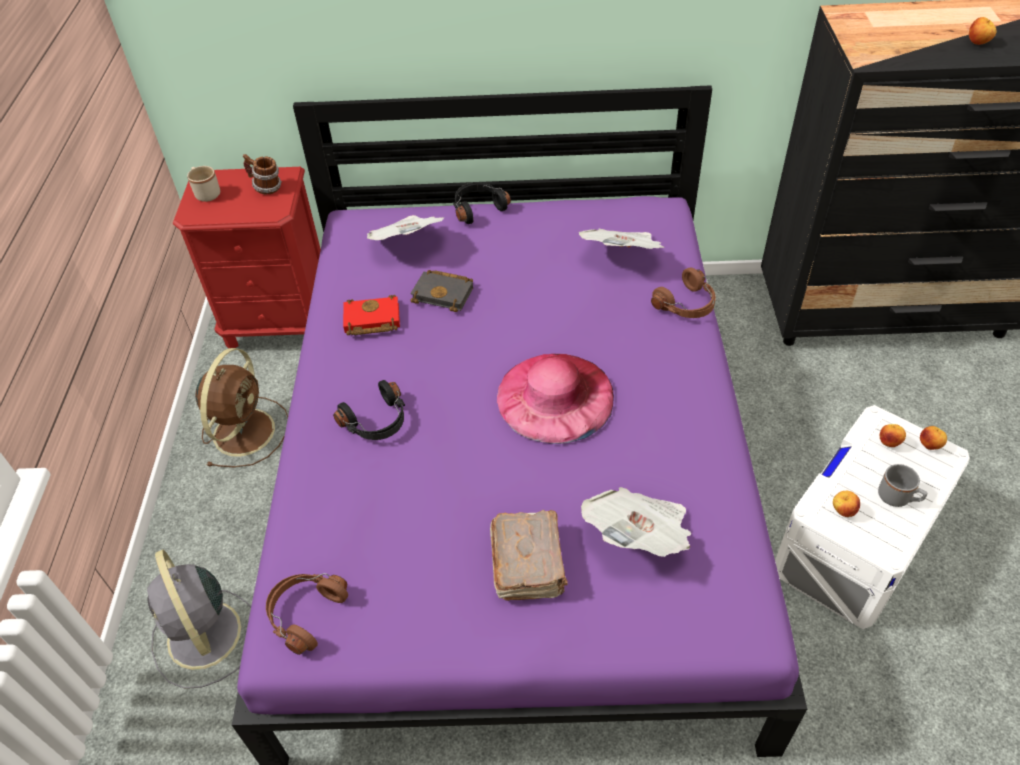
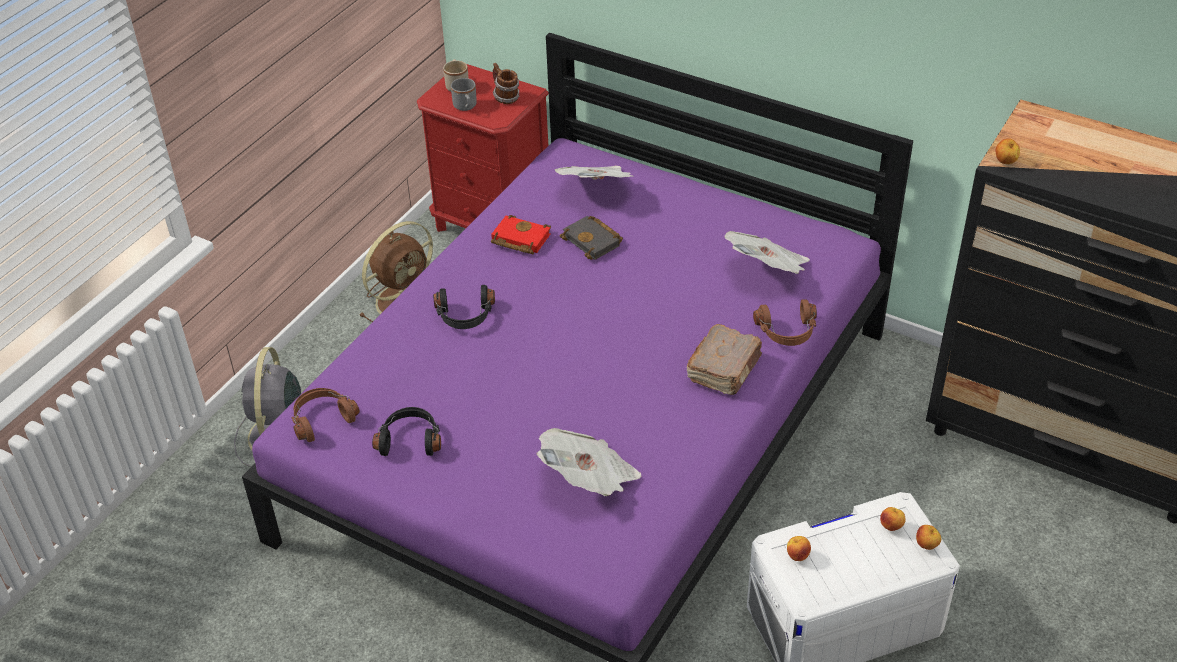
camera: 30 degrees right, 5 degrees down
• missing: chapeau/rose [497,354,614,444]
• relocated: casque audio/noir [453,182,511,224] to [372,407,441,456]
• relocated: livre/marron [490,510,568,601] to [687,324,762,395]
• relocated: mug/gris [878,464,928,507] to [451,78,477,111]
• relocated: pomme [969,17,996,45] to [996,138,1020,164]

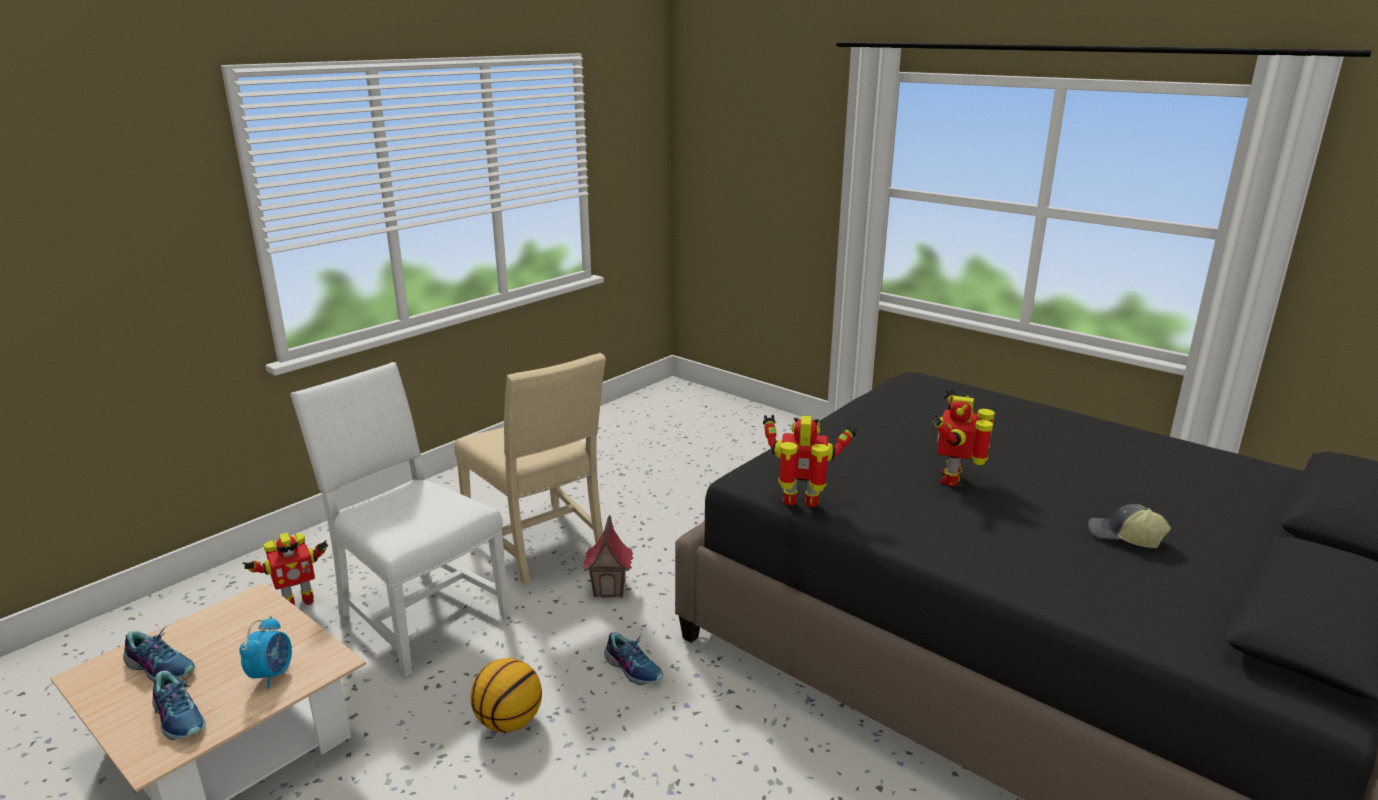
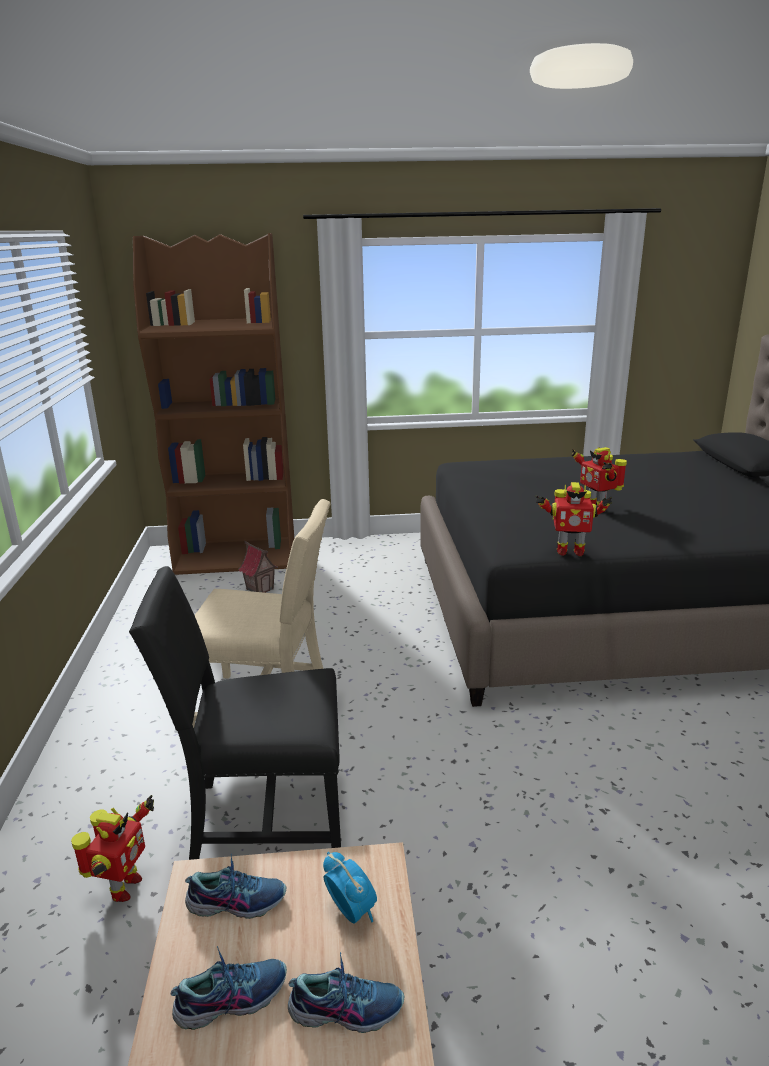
camera: 45 degrees left, 0 degrees up
• missing: ballon de basket [470,658,542,733]
• missing: casquette [1088,504,1171,548]
• appeared: bibliothèque/marron [133,233,294,575]
• relocated: maison miniature [583,514,633,597] to [238,541,278,593]
• relocated: chaussure [604,632,663,685] to [185,854,286,919]
• colour: chaise/blanc [290,362,510,676] to chaise/noir [129,566,341,860]
• spun: robot jouet [763,415,858,507] = [535,482,612,556] 135 degrees counterclockwise

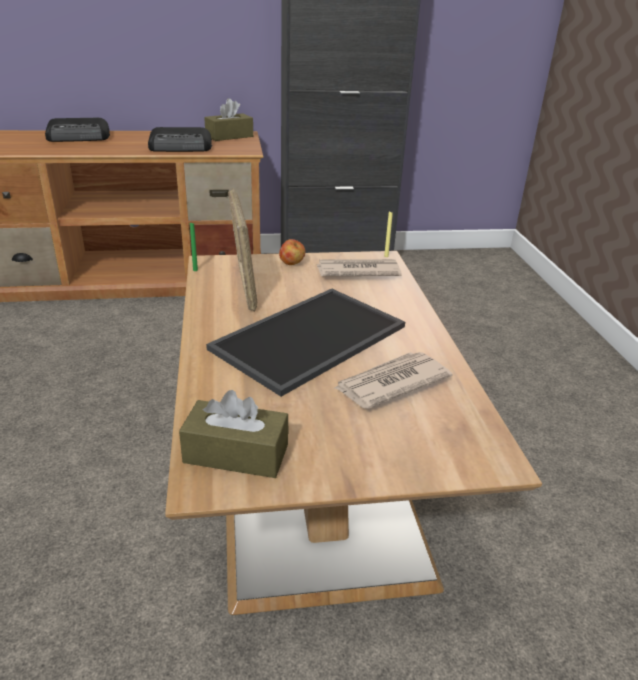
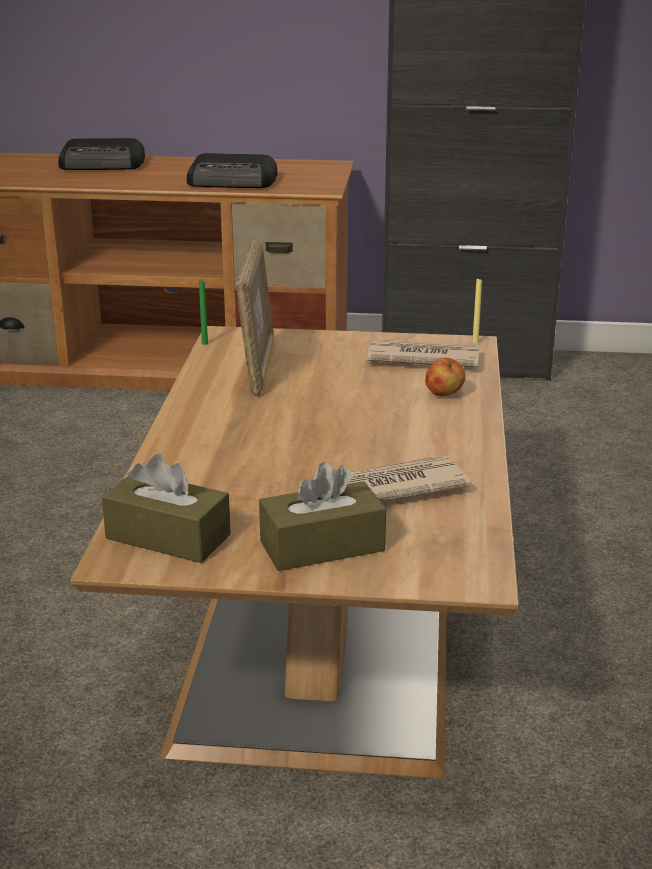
camera: 15 degrees right, 5 degrees down
• missing: plateau [206,289,405,397]
• relocated: boîte à mouchoirs/marron [204,98,253,141] to [259,462,386,571]
• relocated: pomme [279,239,305,265] to [425,357,465,396]

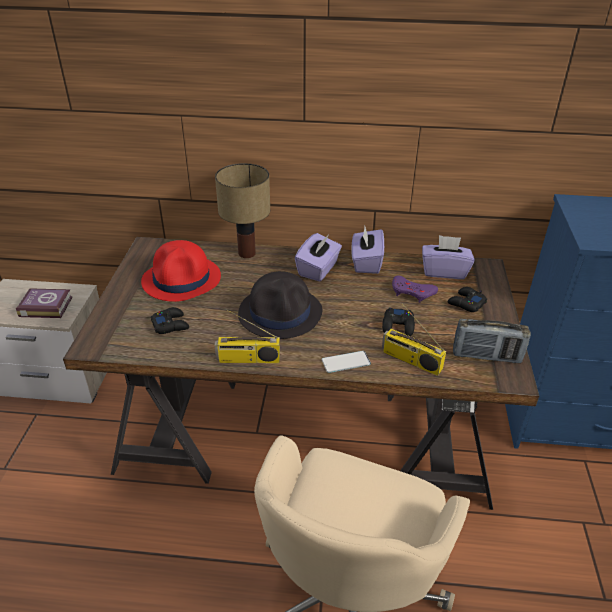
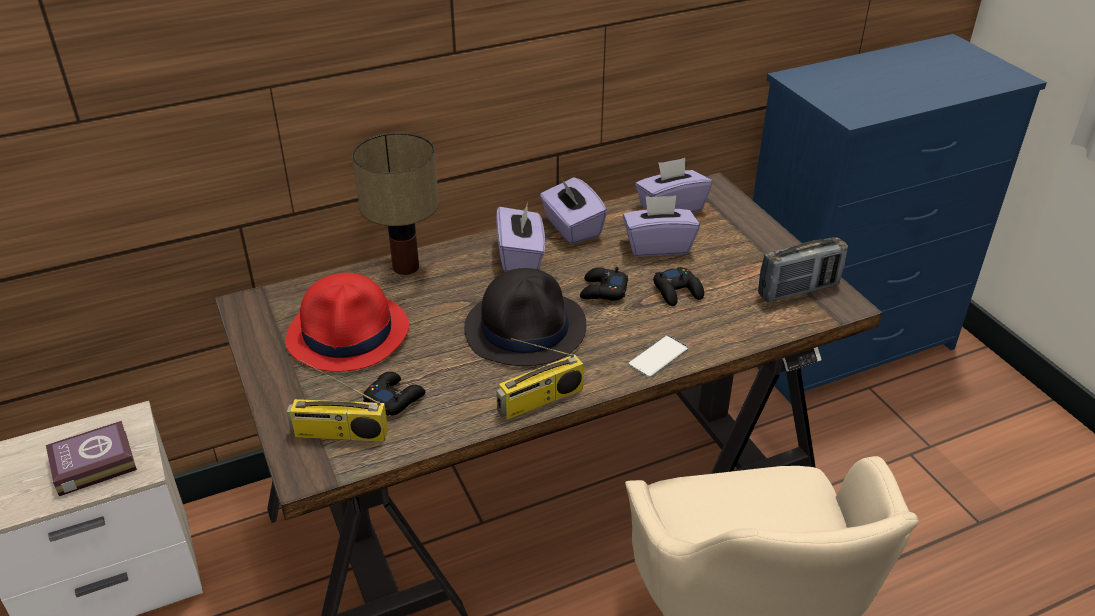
camera: 30 degrees left, 0 degrees up
• relocated: radio [382,304,446,376] to [287,359,388,441]
• relocated: manette/noir [448,287,487,312] to [580,267,628,301]
• exchanged: manette/violet [392,275,438,303] to boîte à mouchoirs/violet [623,196,700,257]

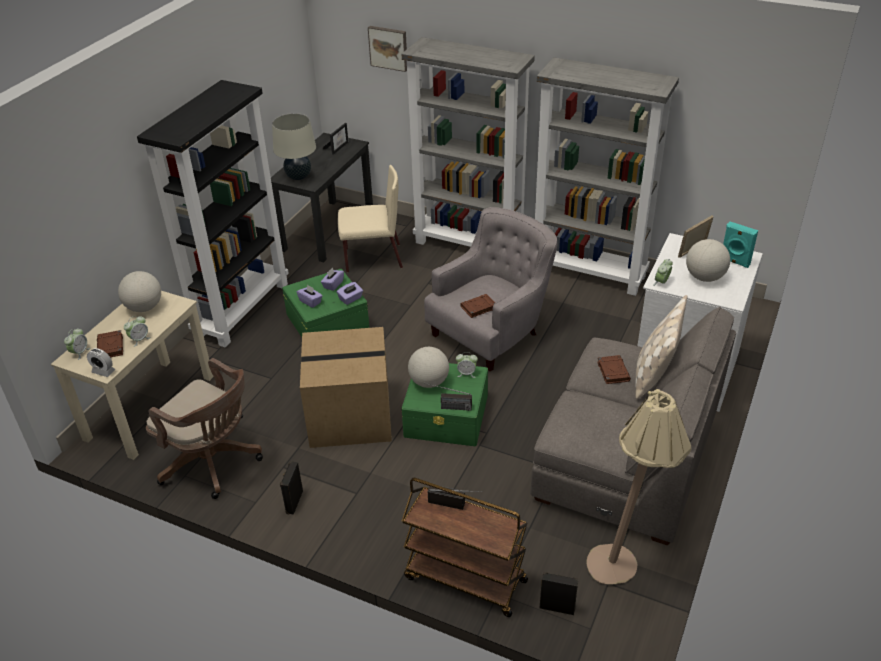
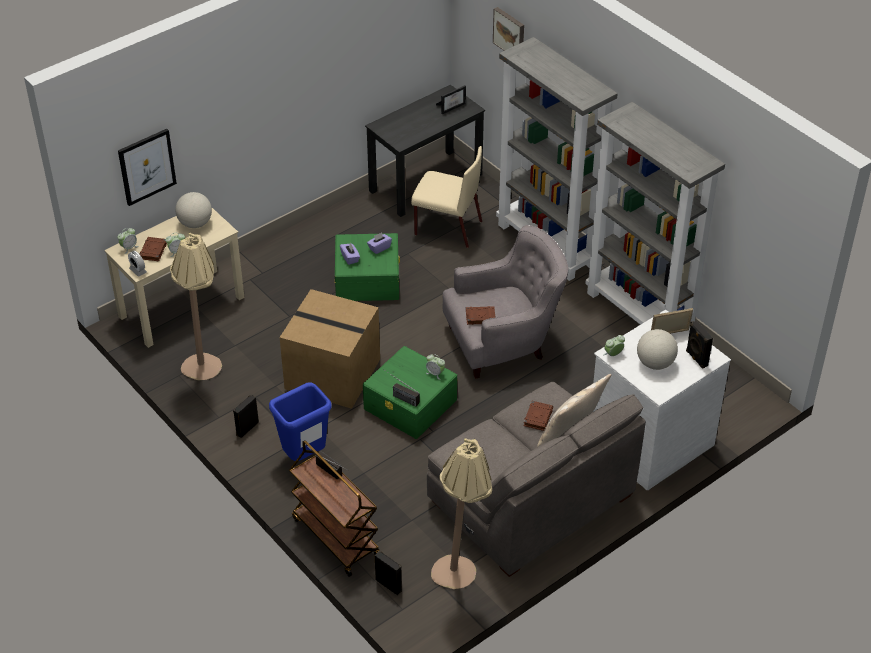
camera: 25 degrees right, 5 degrees up
• missing: bibliothèque/noir [137,80,289,347]
• missing: lampe de table/beige [272,113,316,180]
• missing: boîte à mouchoirs/violet [337,282,363,305]
• missing: globe [408,347,449,388]
• appeared: tableau [118,129,177,206]
• appeared: poubelle/bleu [269,382,332,461]
• exchanged: chaise de bureau/marron [146,358,263,499] to lampadaire/beige [170,233,222,380]
• colour: enceinte/turquoise [723,222,758,268] to enceinte/noir [686,320,713,369]

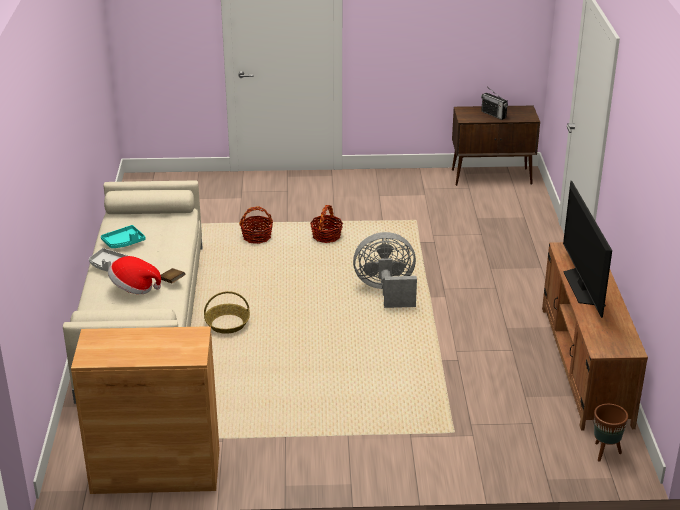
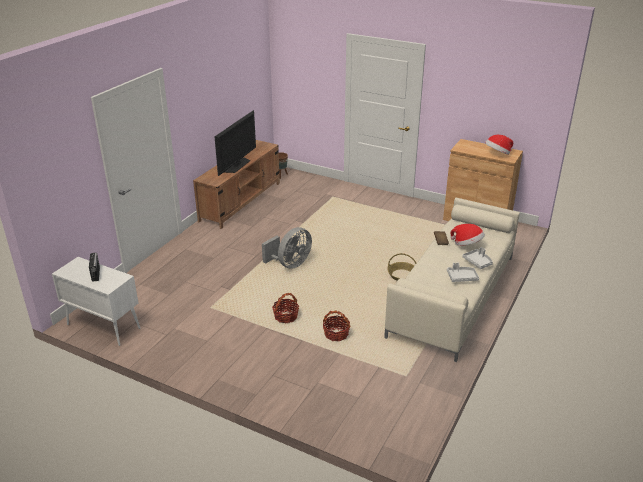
camera: 150 degrees left, 0 degrees up
• appeared: chapeau [485,135,513,155]
• colour: plateau/turquoise [101,225,145,248] to plateau/gris [447,263,479,282]
• colour: meuble de rangement/marron [452,106,540,186] to meuble de rangement/blanc [52,257,140,346]
• spun: ventilateur/gris [353,232,417,308] = [262,227,312,269] 75 degrees counterclockwise

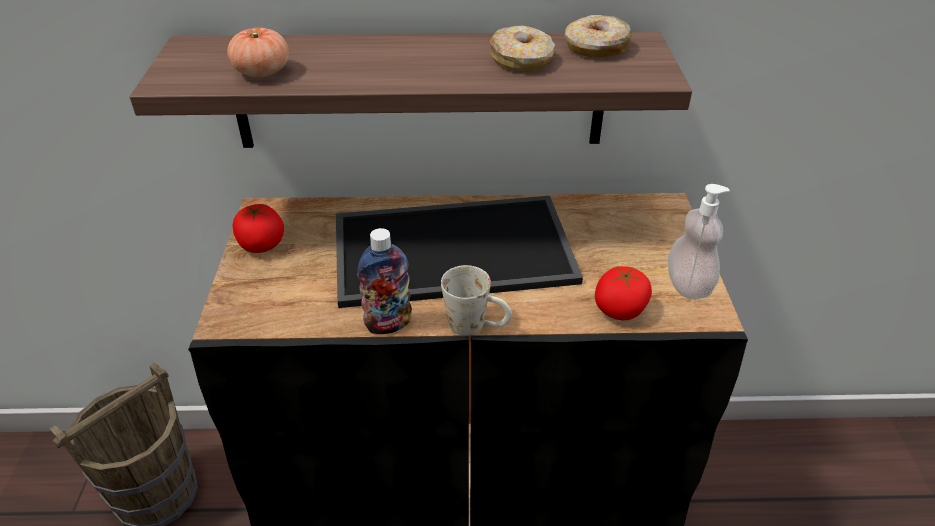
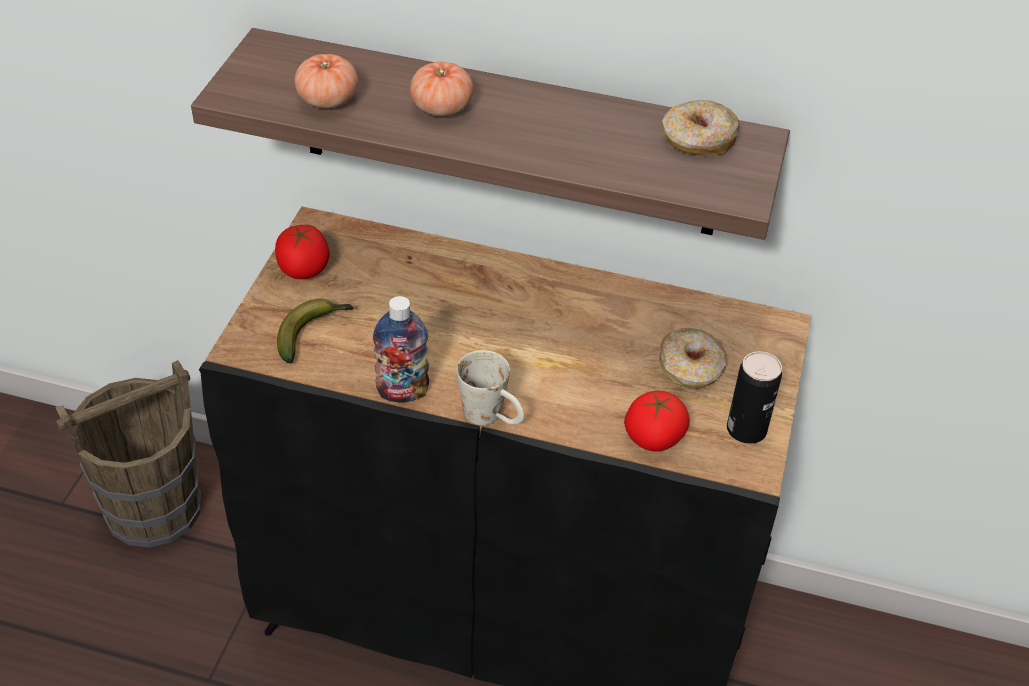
camera: 15 degrees right, 5 degrees up
• missing: plateau [336,196,583,308]
• appeared: banane [277,299,353,363]
• appeared: tomate [410,62,473,116]
• relocated: beignet [490,26,555,71] to [659,328,726,390]
• exchanged: distributeur de savon [668,184,730,299] to boîte métallique [727,351,782,444]

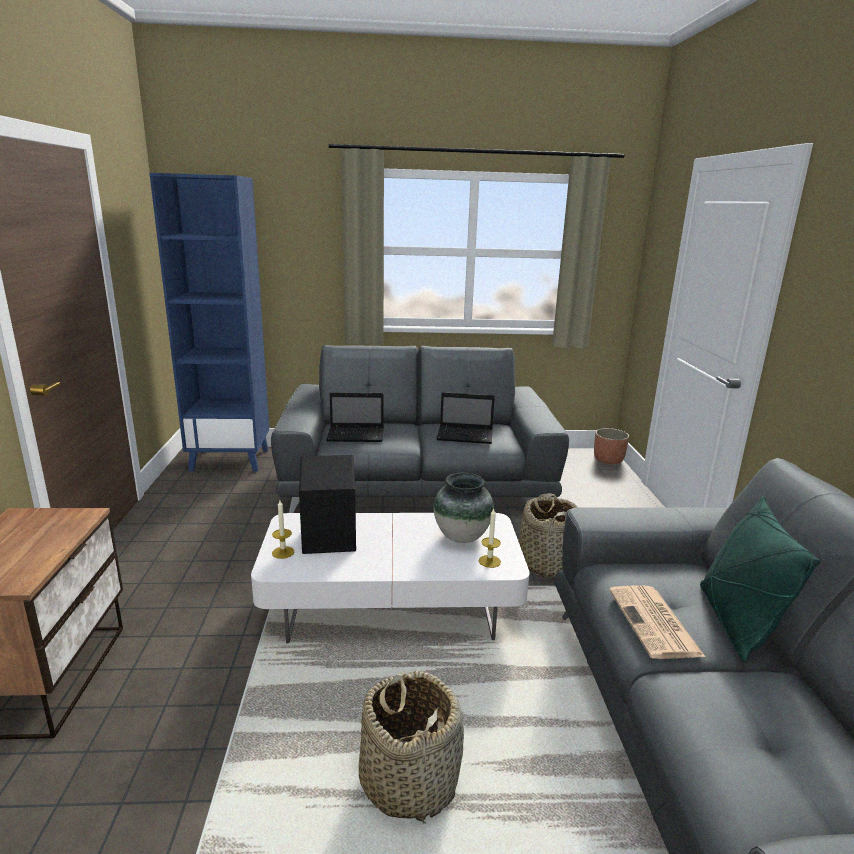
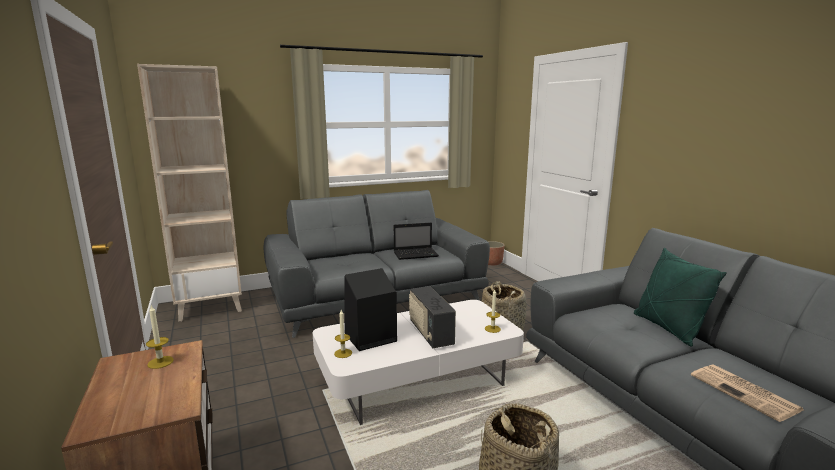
camera: 20 degrees left, 5 degrees down
• missing: ordinateur portable [326,392,384,442]
• missing: vase [433,473,494,543]
• appeared: bougie [146,305,174,369]
• appeared: radio [409,286,456,348]
• relocated: journal [609,585,705,659] to [691,365,803,422]
• colour: bibliothèque/bleu [149,173,269,472] to bibliothèque/beige [137,64,242,322]

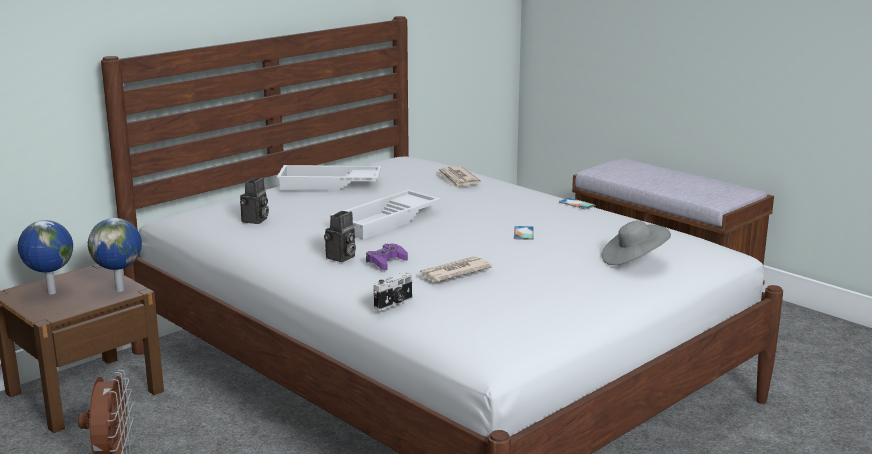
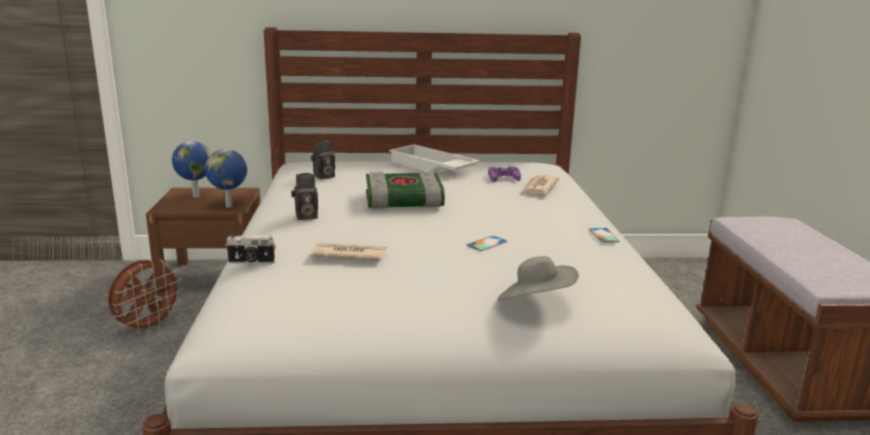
camera: 40 degrees right, 0 degrees up
• relocated: manette/violet [366,244,408,270] to [488,166,521,182]
• exchanged: plateau/blanc [330,190,441,239] to livre [366,171,445,208]

